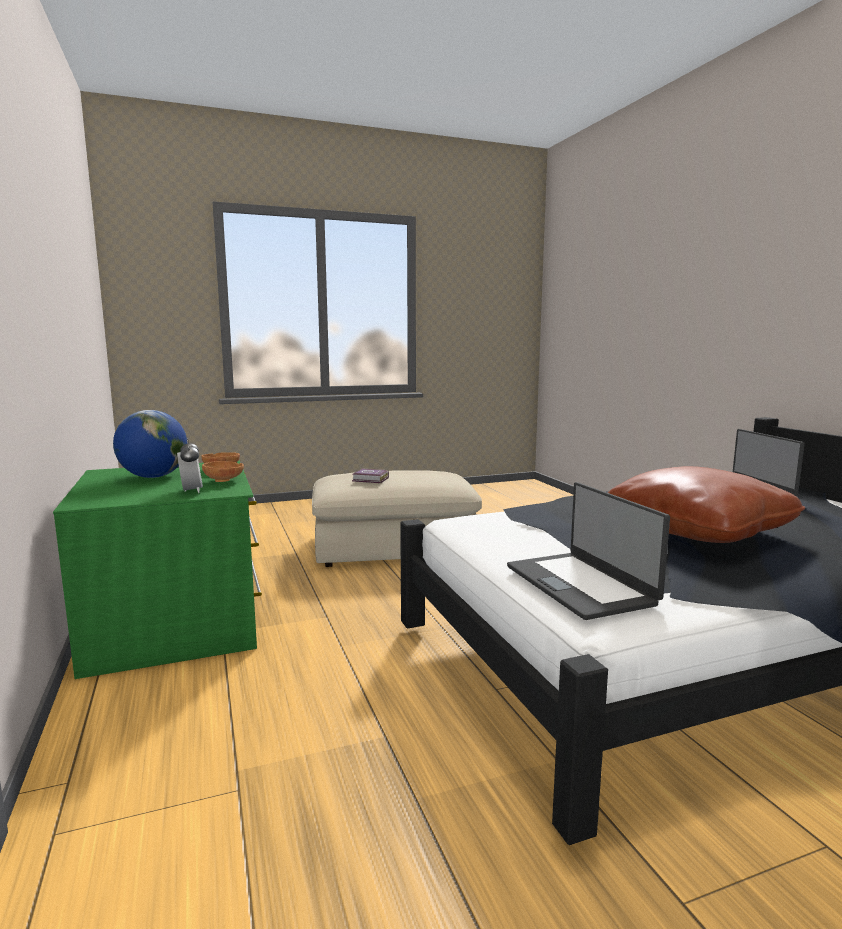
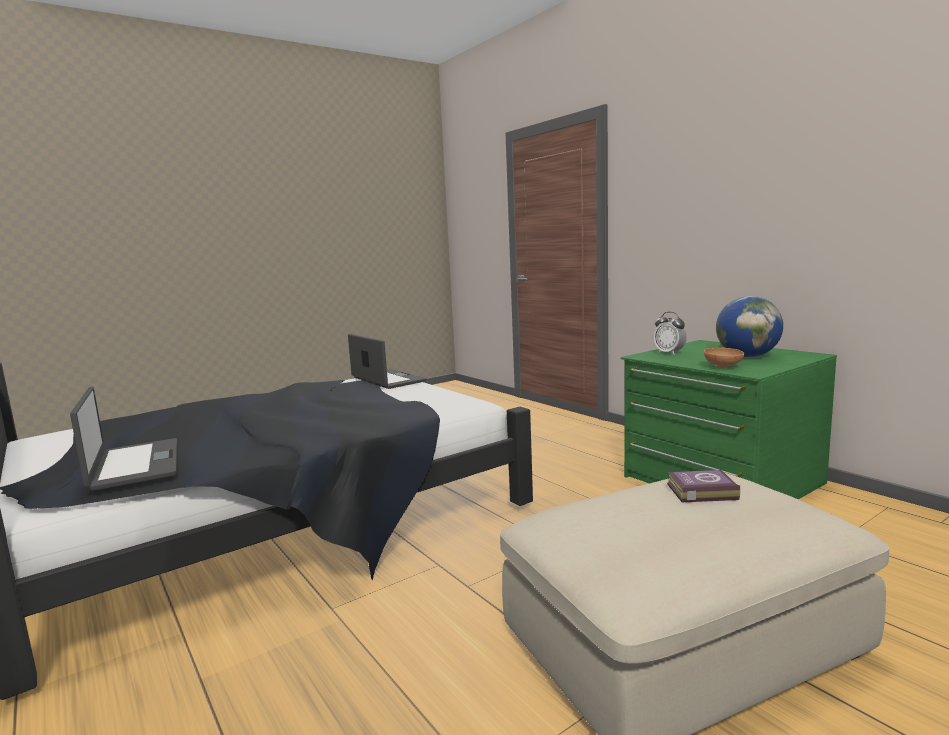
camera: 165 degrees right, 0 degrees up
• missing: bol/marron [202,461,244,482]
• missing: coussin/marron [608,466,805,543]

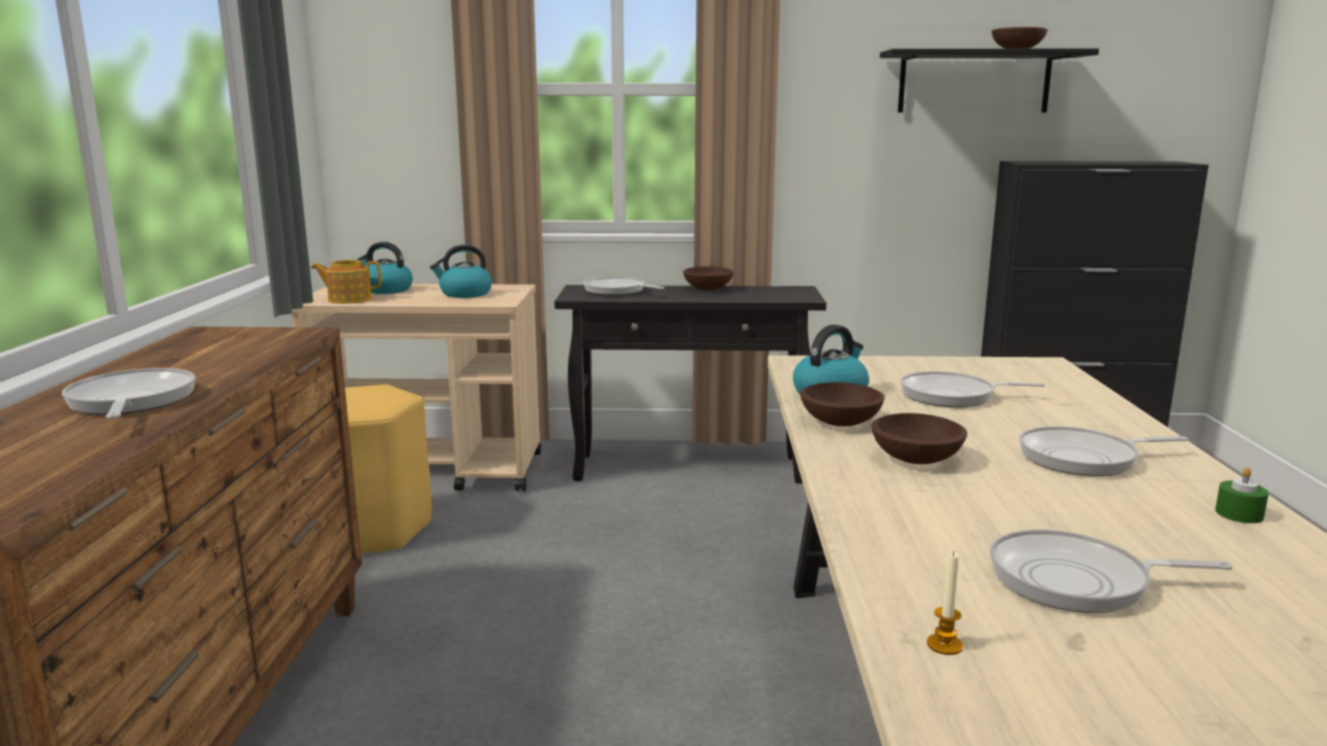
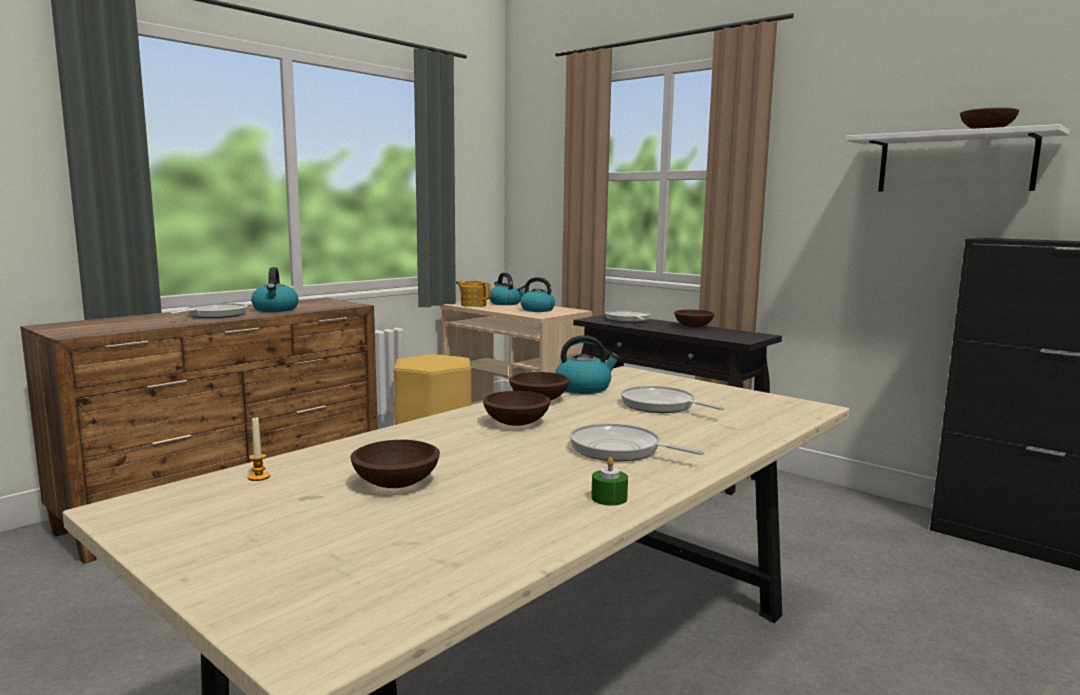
camera: 40 degrees right, 5 degrees down
• appeared: bouilloire [251,267,299,312]
• exchanged: poêle [990,529,1233,613] to bol/marron [350,440,440,488]
• colour: étagère/noir [880,48,1099,112] to étagère/blanc [845,124,1070,191]

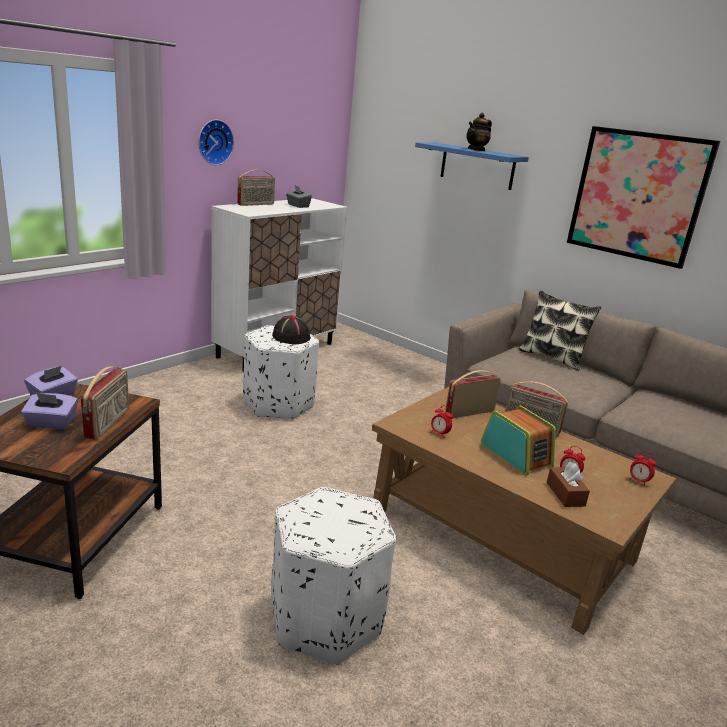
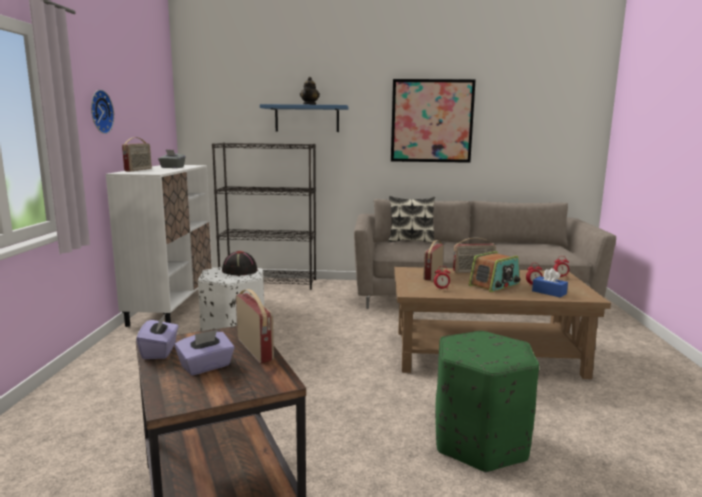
camera: 35 degrees left, 10 degrees down
• appeared: bibliothèque/noir [212,143,316,290]
• colour: pouf/blanc [271,487,396,665] to pouf/vert [435,331,539,473]
• colour: boîte à mouchoirs/marron [547,462,590,507] to boîte à mouchoirs/bleu [532,268,568,298]
• spun: radio [481,405,556,475] = [469,251,520,292] 120 degrees clockwise

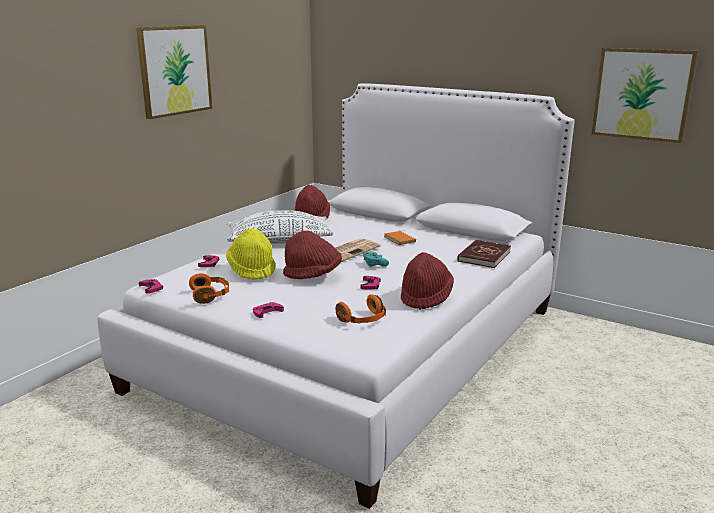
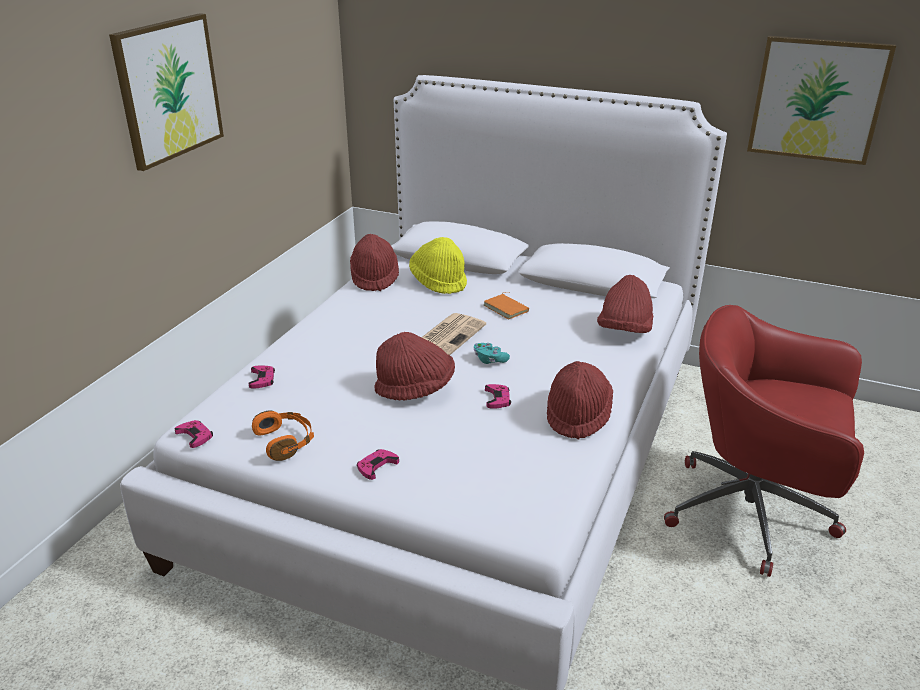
camera: 10 degrees left, 10 degrees up
• missing: coussin/blanc [226,210,333,244]
• missing: casque audio/orange [336,294,386,323]
• appeared: chaise de bureau/rouge [664,305,864,577]
• relocated: chapeau/jaune [226,228,276,280] to [409,237,467,294]
• exchanged: livre/rouge [457,240,511,268] to chapeau/rouge [597,275,653,333]

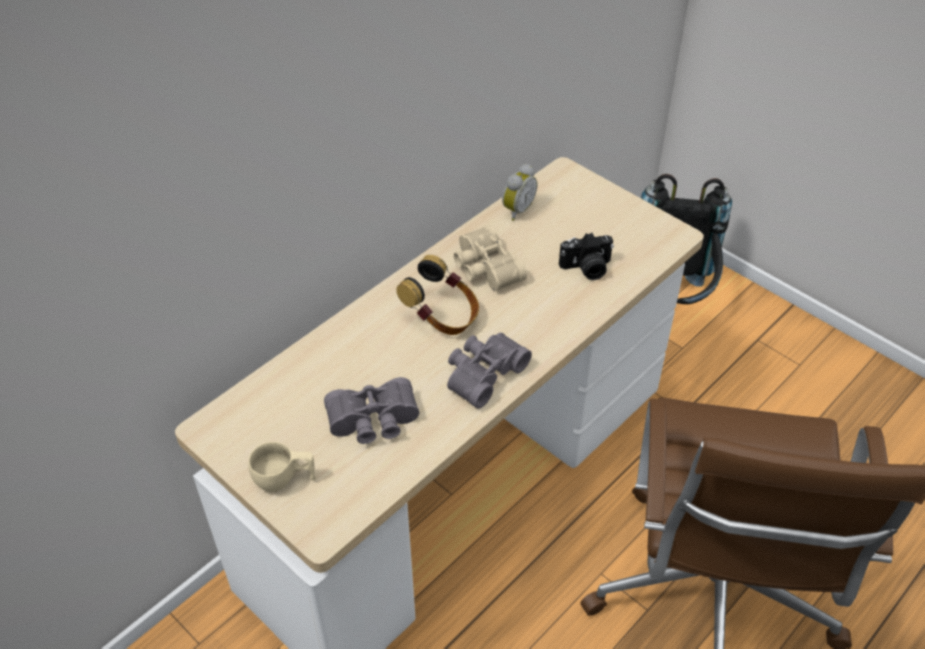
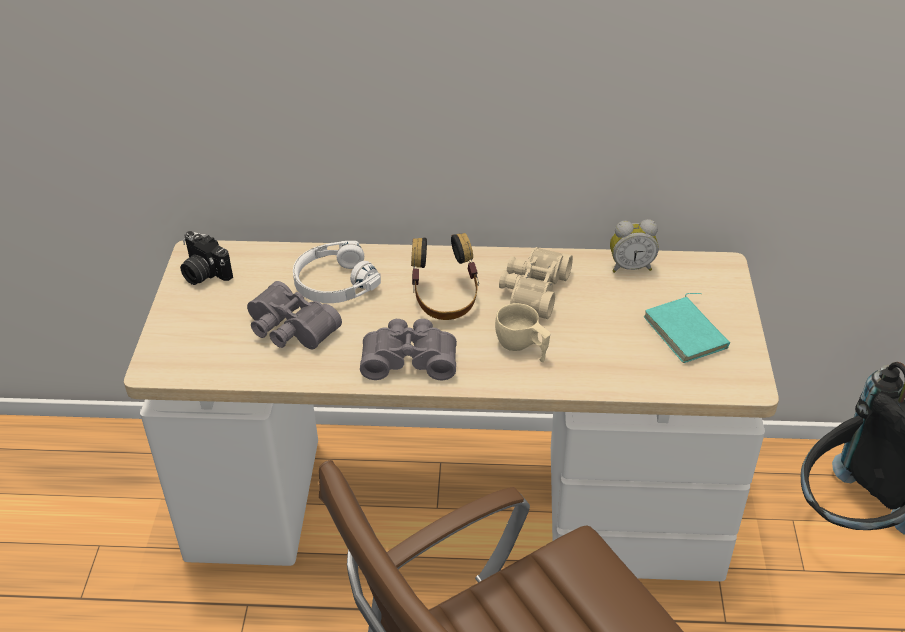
camera: 50 degrees right, 5 degrees down
• appeared: casque audio/blanc [293,241,381,303]
• appeared: livre/turquoise [644,293,730,363]
• relocated: tasse/beige [248,442,316,492] to [495,303,550,362]
• relocated: appareil photo [559,233,614,280] to [180,231,233,285]

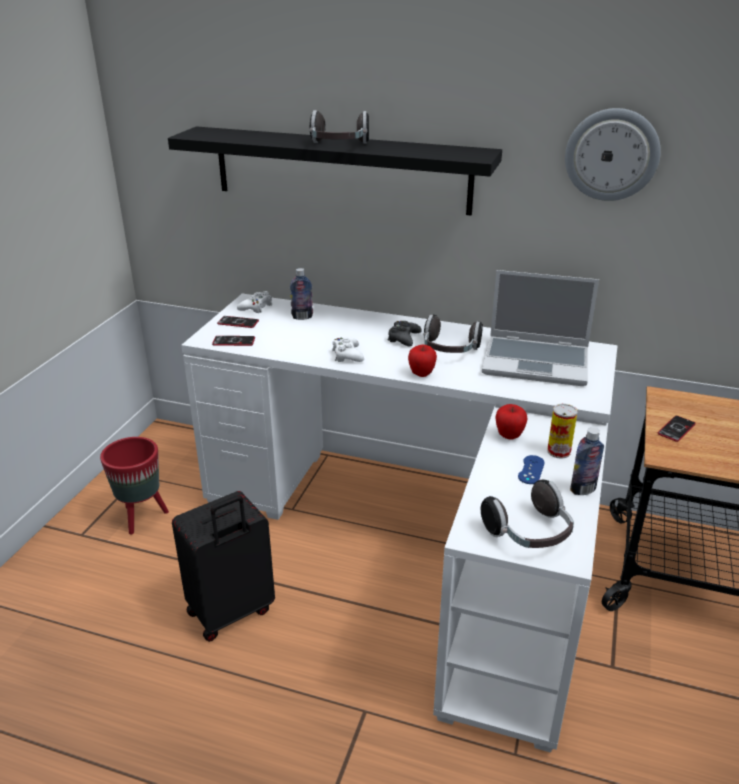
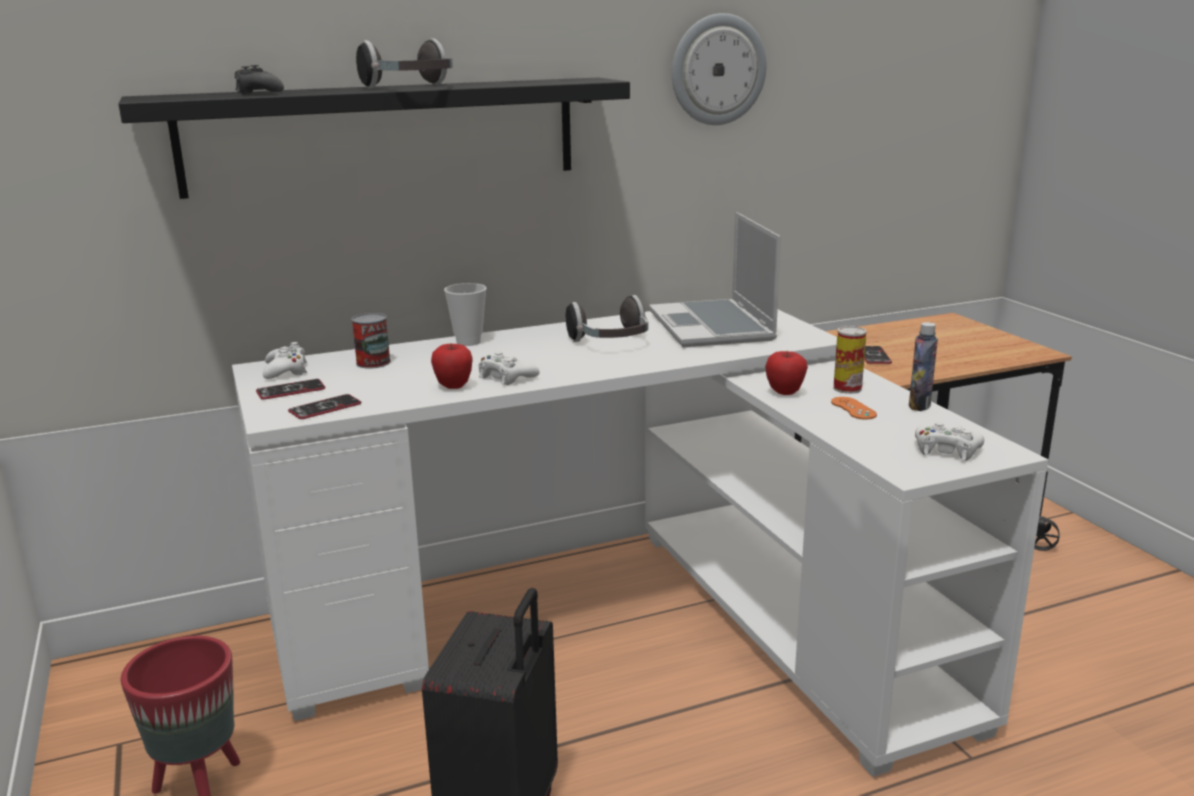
camera: 40 degrees left, 10 degrees down
• appeared: tasse [444,283,486,346]
• relocated: manette/noir [388,321,422,346] to [235,65,284,95]
• relocated: pomme [408,345,437,377] to [431,343,472,389]
• exchanged: bouteille [290,268,313,320] to boîte métallique [352,313,391,369]
• exchanged: casque audio [481,479,574,548] to manette/blanc [915,422,984,461]
• colour: manette/bleu [518,455,545,484] to manette/orange [831,397,877,420]
• spun: ordinateur portable [482,270,599,386] = [649,212,781,347] 105 degrees clockwise

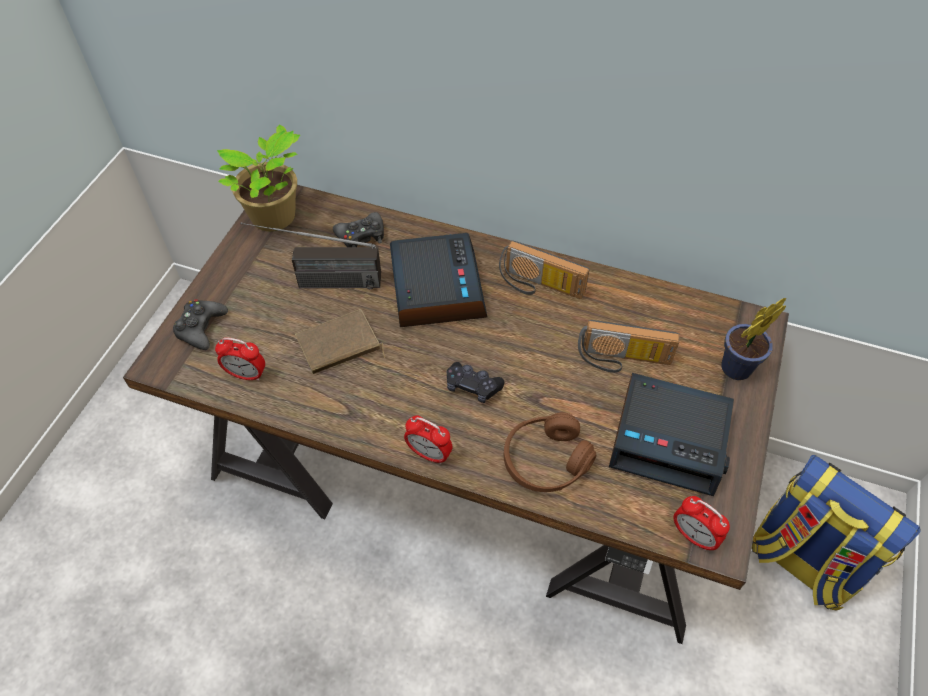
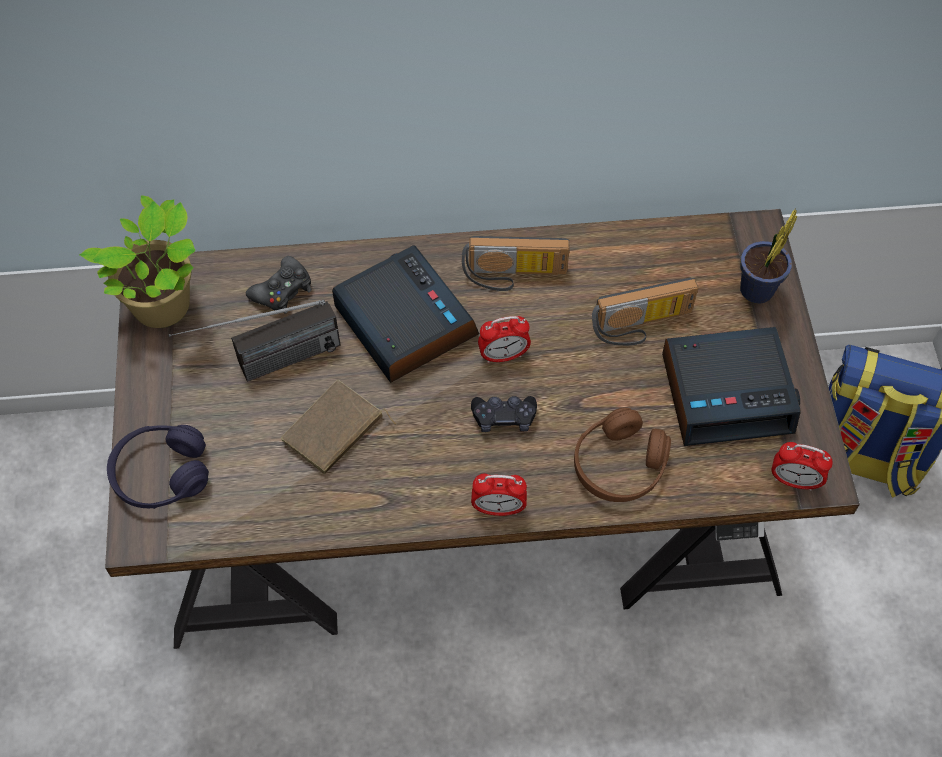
camera: 25 degrees left, 5 degrees up
• relocated: réveil [215,337,265,381] to [478,316,531,363]
• exchanged: manette/noir [173,299,228,350] to casque audio/violet [107,425,209,509]

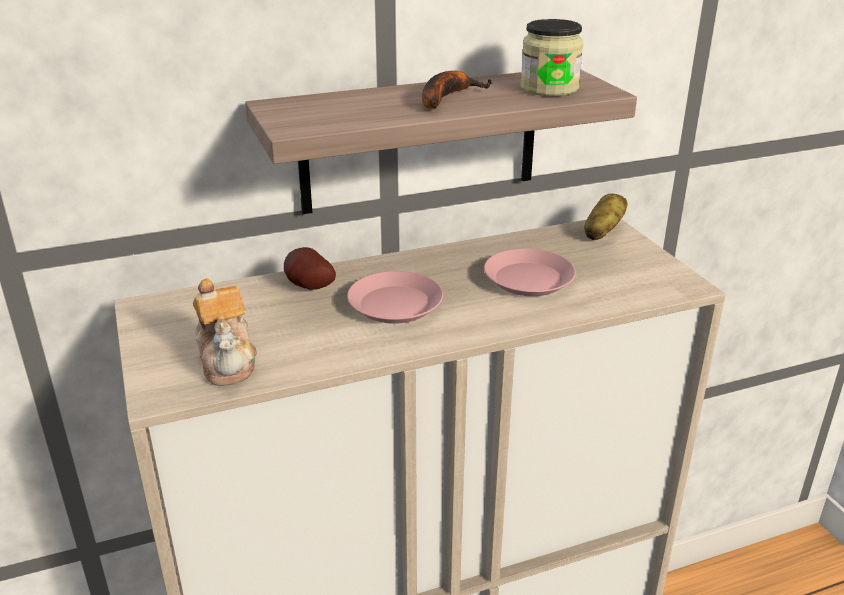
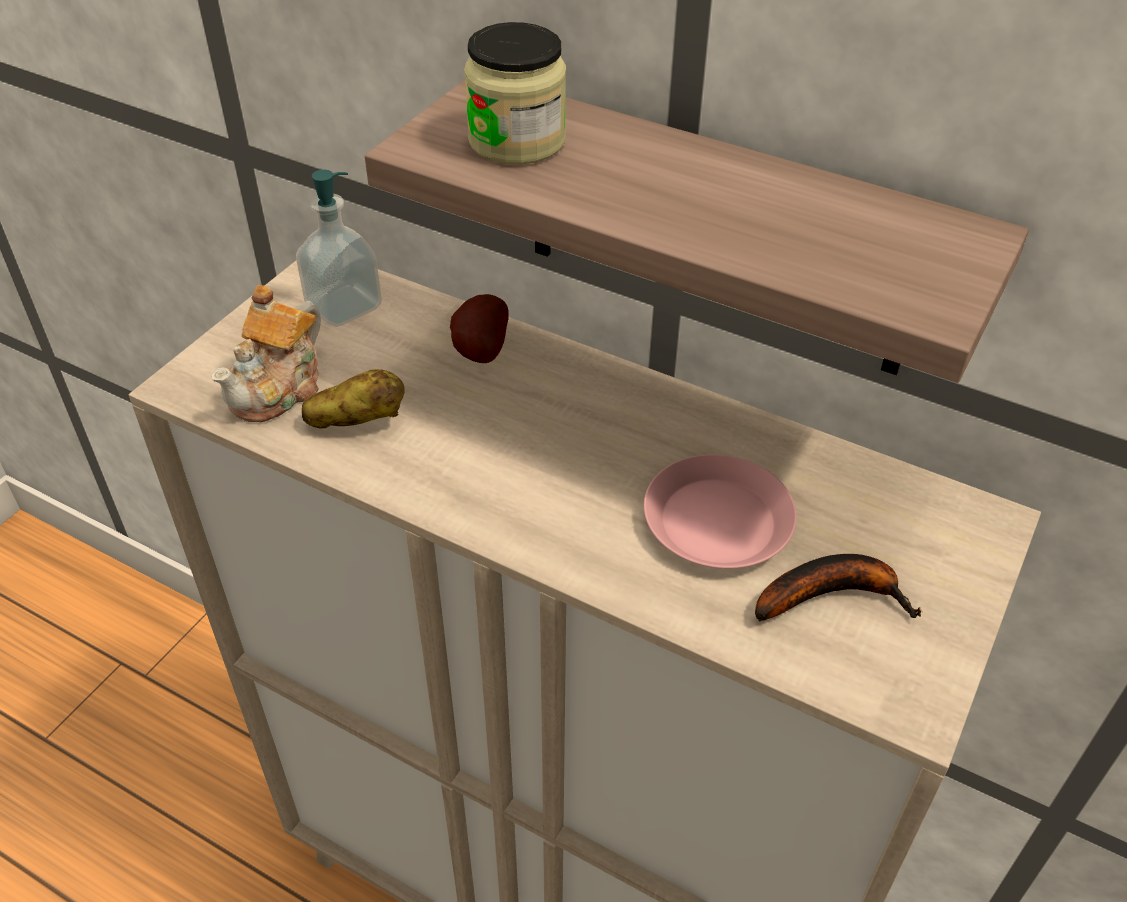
camera: 50 degrees right, 15 degrees up
• missing: assiette/rose [347,271,443,324]
• appeared: distributeur de savon [296,169,382,327]
• relocated: banane [422,71,492,109] to [755,554,922,621]
• relocated: bocal [520,19,583,96] to [464,22,566,165]
• relocated: pomme de terre [584,194,628,240] to [302,369,405,429]

